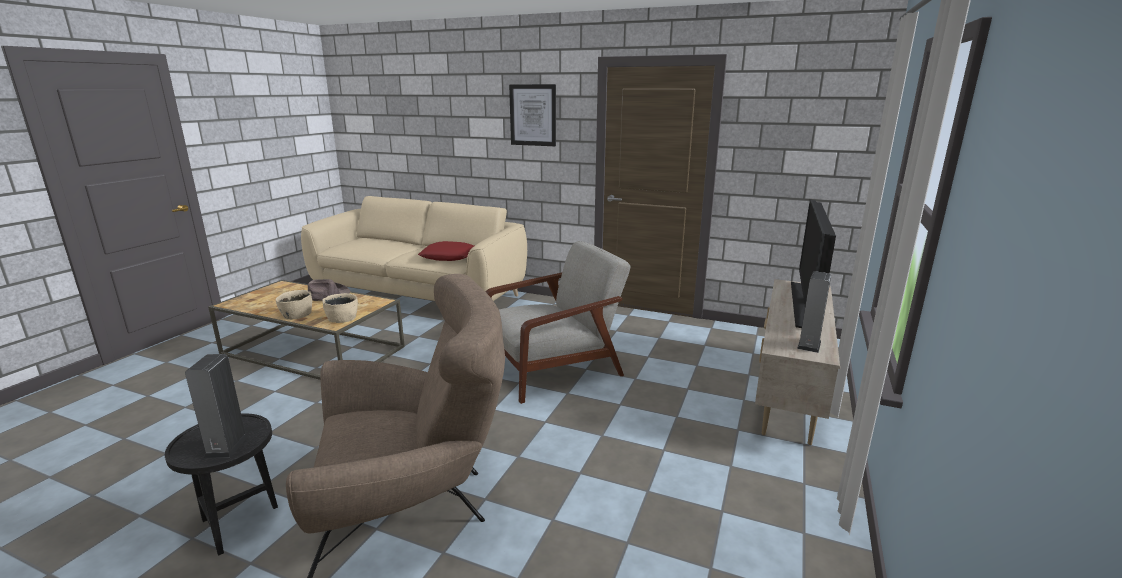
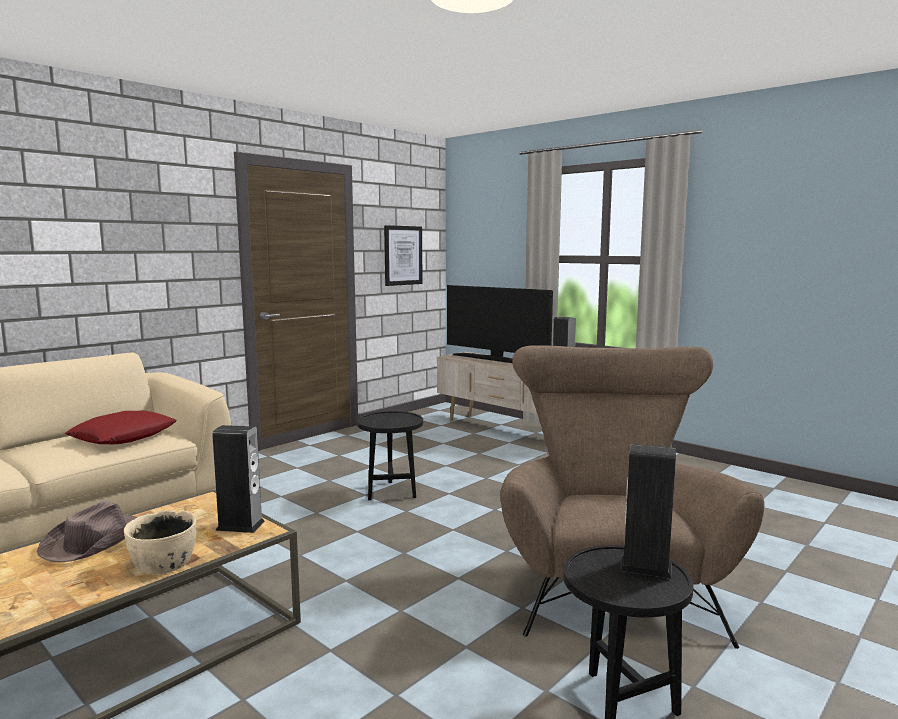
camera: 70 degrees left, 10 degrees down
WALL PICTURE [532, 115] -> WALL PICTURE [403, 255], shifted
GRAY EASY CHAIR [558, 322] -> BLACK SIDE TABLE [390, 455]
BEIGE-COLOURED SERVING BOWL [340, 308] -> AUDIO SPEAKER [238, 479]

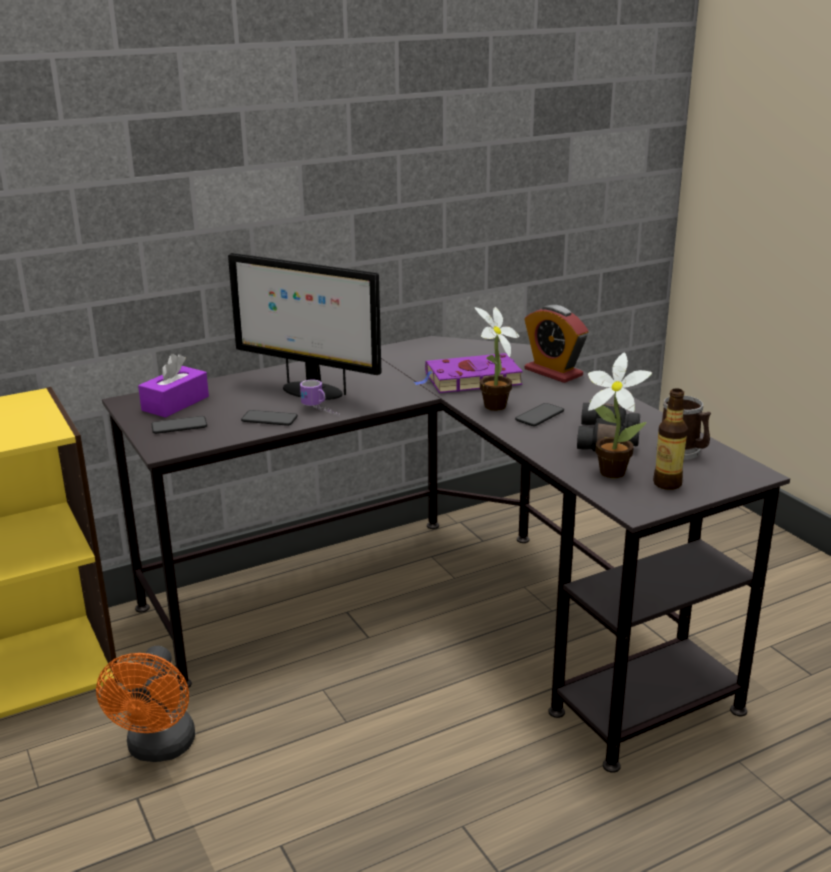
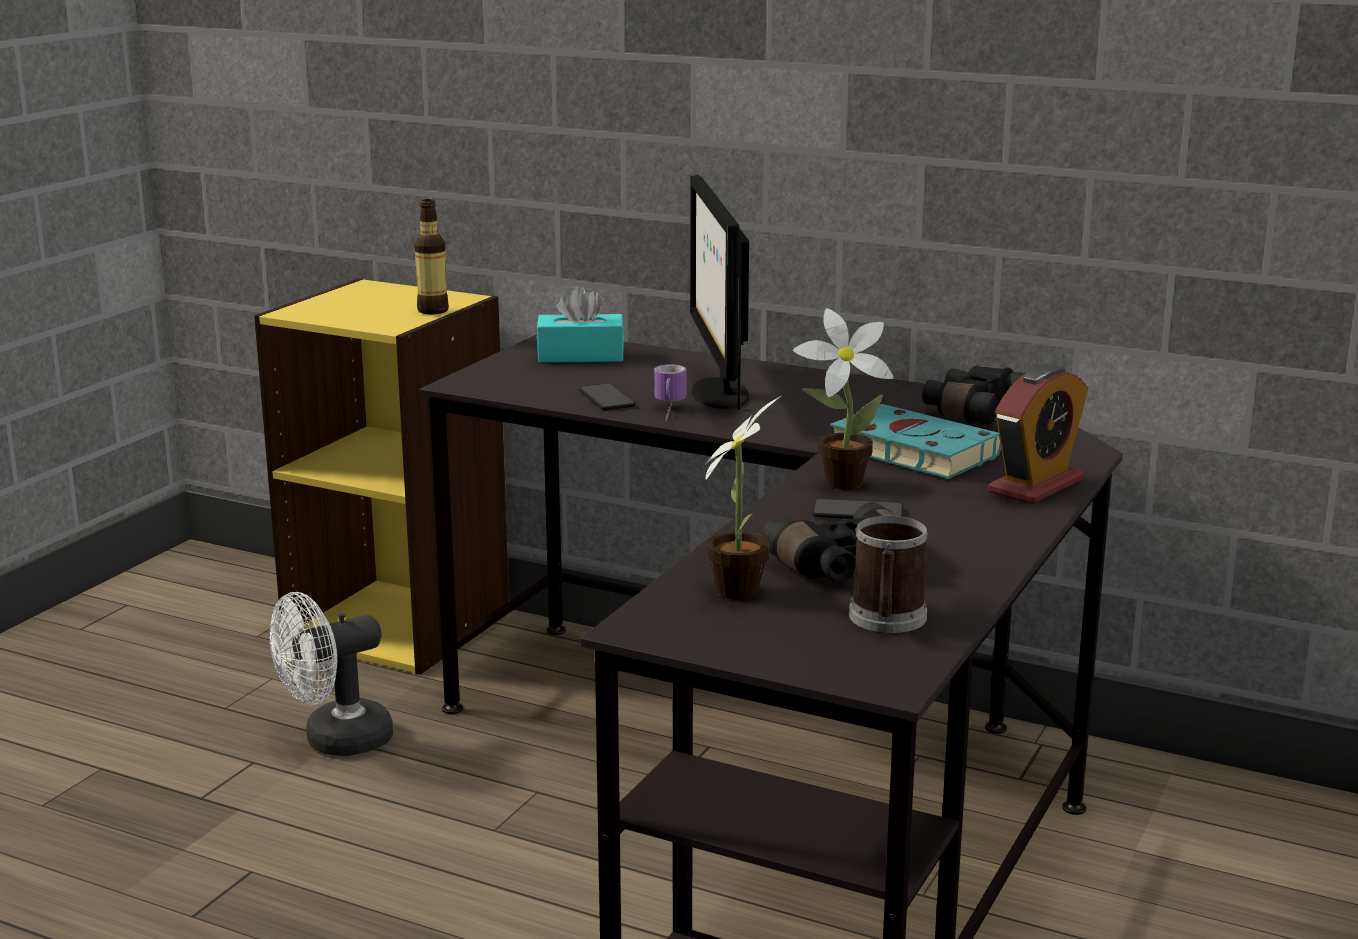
camera: 55 degrees right, 5 degrees down
BEDSIDE CLOCK [556, 344] -> BEDSIDE CLOCK [1038, 434], 150 degrees counterclockwise
PURPLE VOLUME [468, 373] -> BLUE-GREEN VOLUME [915, 441]
PURPLE BOX OF TISSUES [173, 386] -> BLUE-GREEN BOX OF TISSUES [580, 324]
BOTTLE [670, 439] -> BOTTLE [431, 256], shifted
TELEPHONE [179, 425] -> none
ORANGEY COOLING FAN [145, 704] -> WHITE-COLOURED COOLING FAN [331, 674]
none -> BLACK FIELD GLASSES [974, 395]

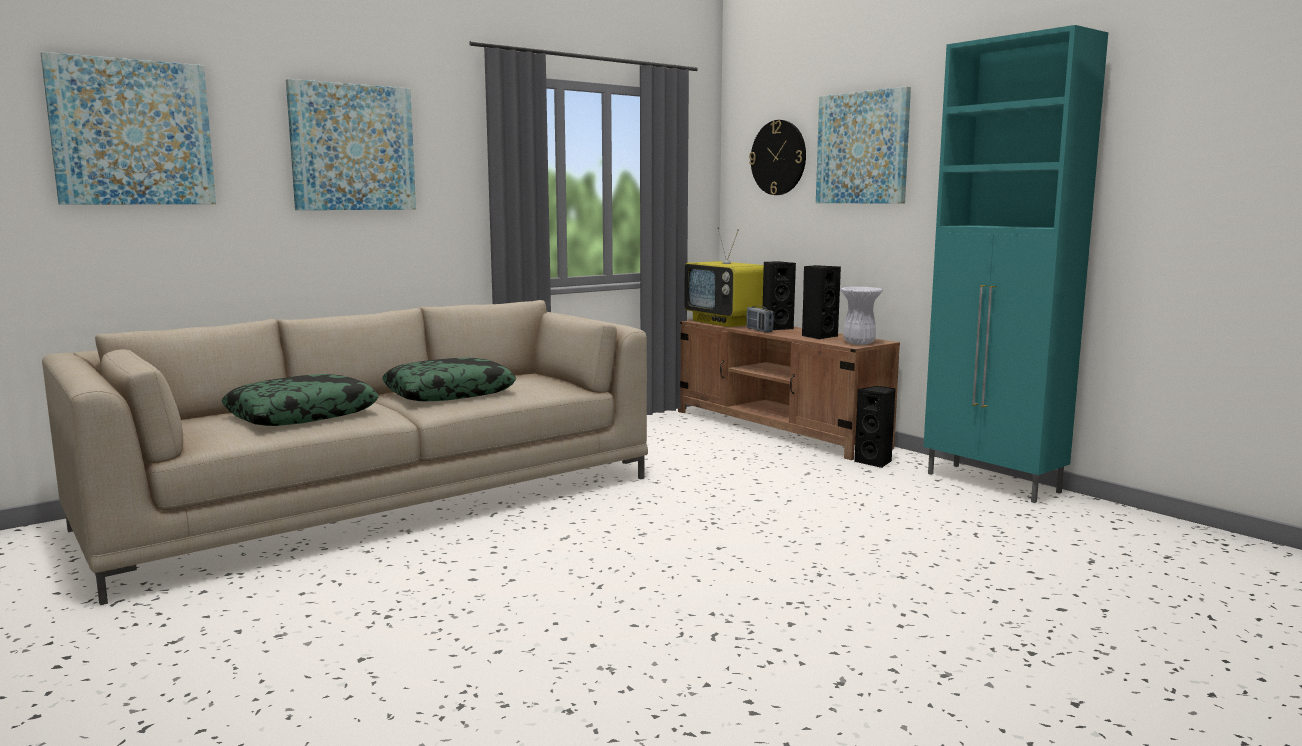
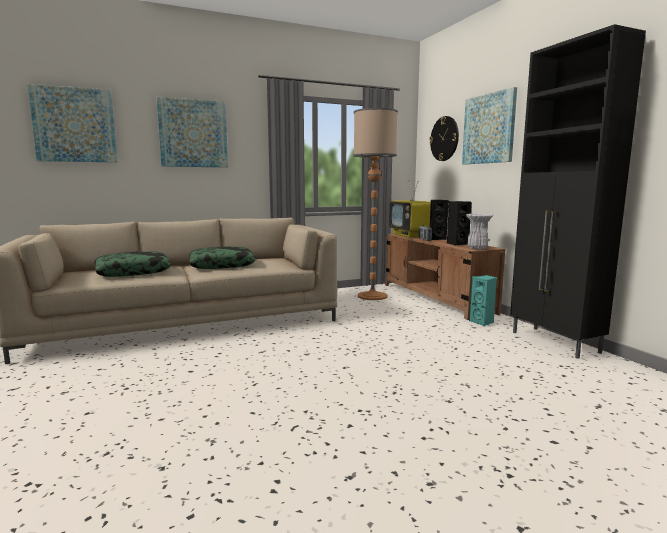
camera: 15 degrees right, 0 degrees up
BLUE-GREEN CABINET [1016, 264] -> BLACK CABINET [578, 191]
BLACK AUDIO SPEAKER [875, 427] -> BLUE-GREEN AUDIO SPEAKER [483, 300]
none -> STANDING LAMP [375, 204]

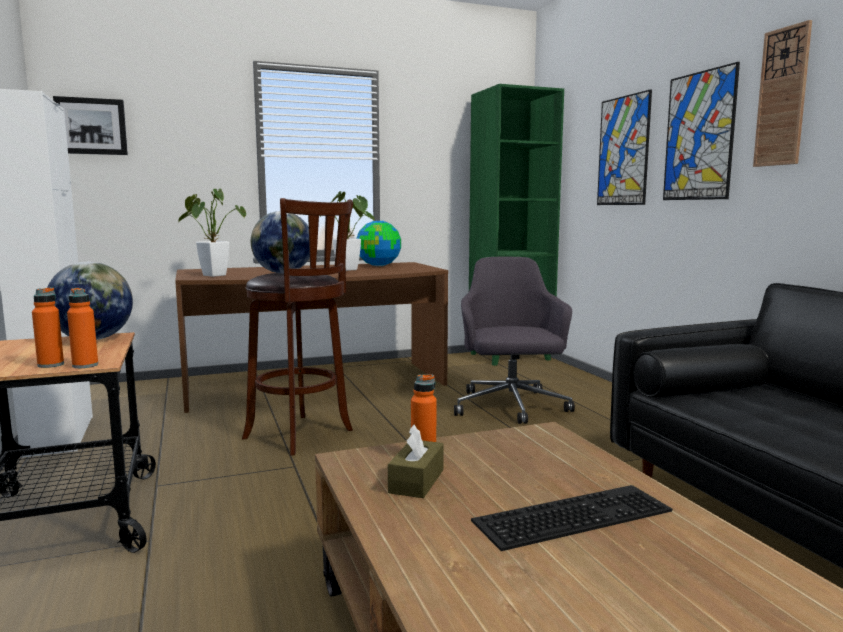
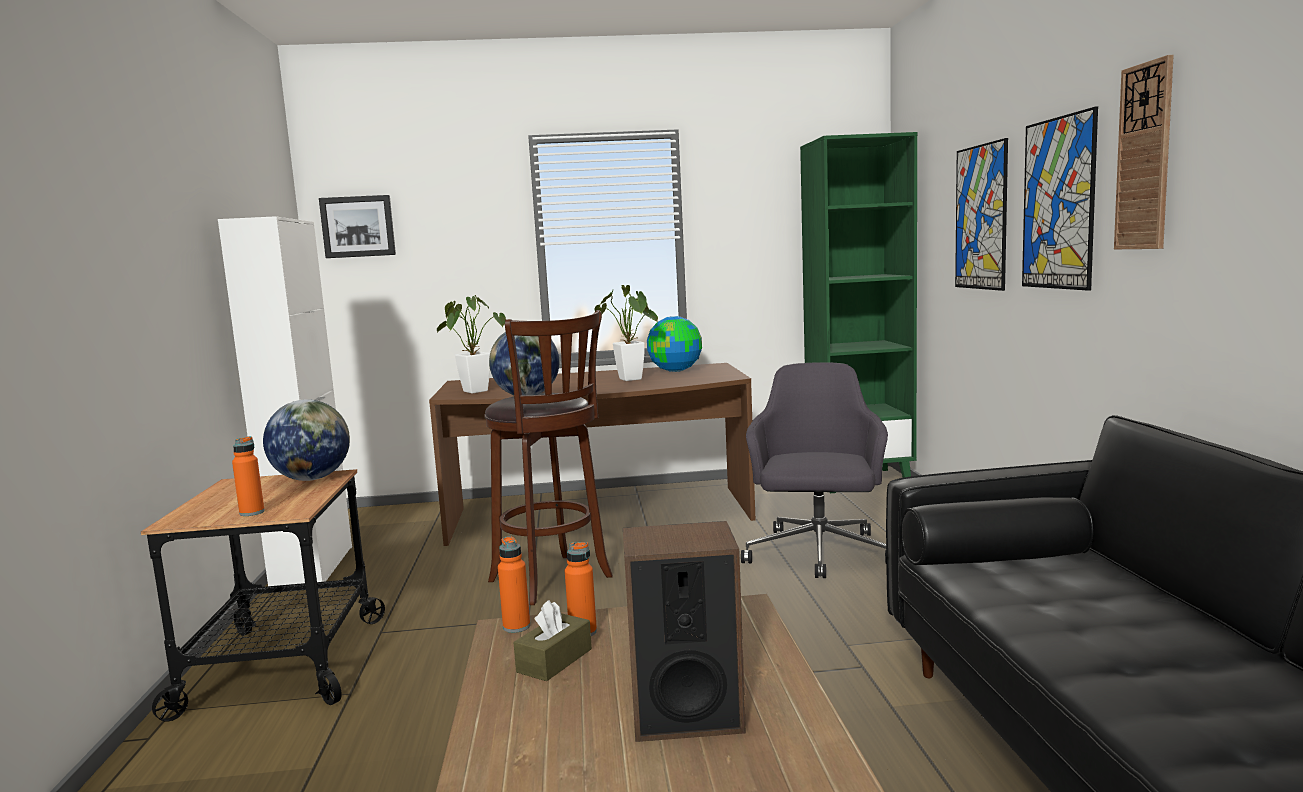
camera: 15 degrees right, 0 degrees up
ORANGEY BOTTLE [82, 328] -> ORANGEY BOTTLE [514, 584], shifted
COMPUTER KEYBOARD [571, 518] -> AUDIO SPEAKER [684, 631]

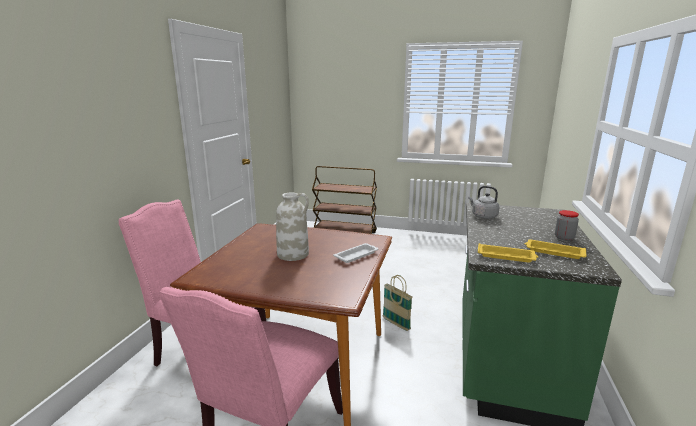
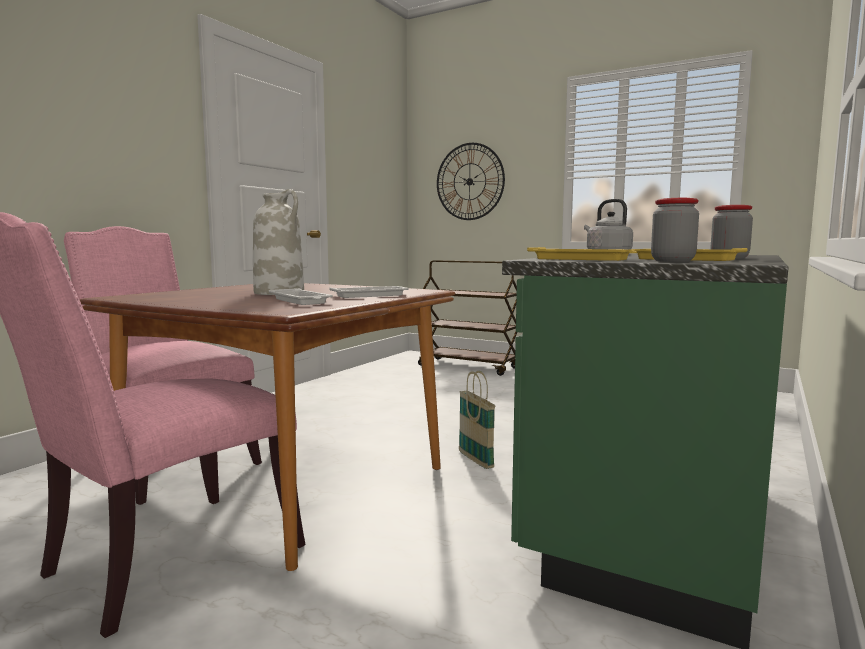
camera: 15 degrees right, 10 degrees down
none -> HANGING CLOCK [471, 181]
none -> STORAGE JAR [675, 230]
none -> WHITE-COLOURED CARRYING TRAY [301, 296]

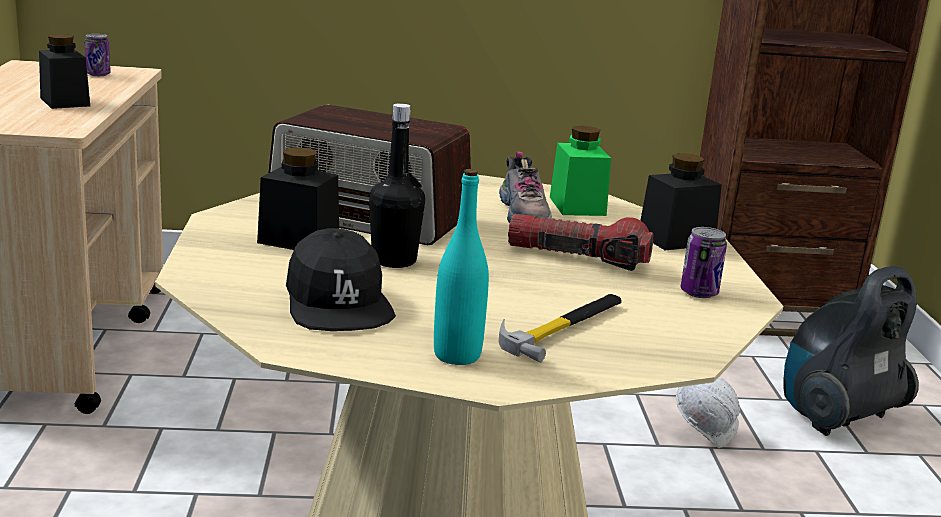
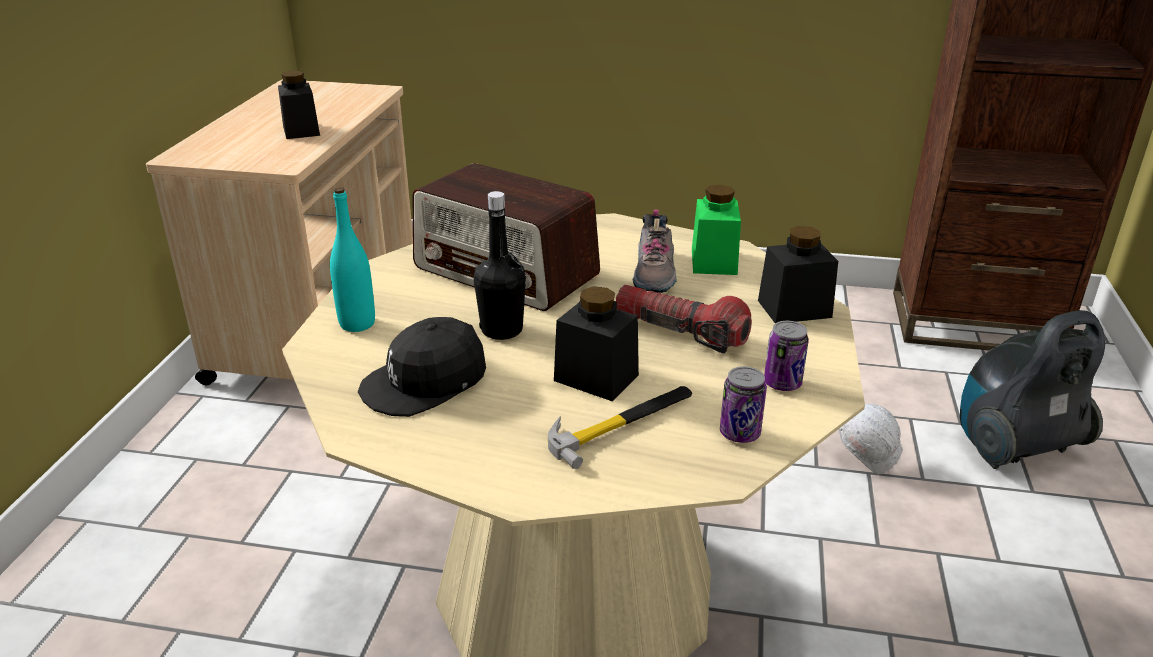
camera: 15 degrees right, 10 degrees up
SEALED CAN [97, 55] -> SEALED CAN [743, 404], shifted
BLACK STORAGE JAR [298, 198] -> BLACK STORAGE JAR [596, 343], shifted
BLUE-GREEN BOTTLE [461, 267] -> BLUE-GREEN BOTTLE [352, 259], shifted
BLACK BASEBALL CAP [341, 279] -> BLACK BASEBALL CAP [422, 367], 60 degrees clockwise

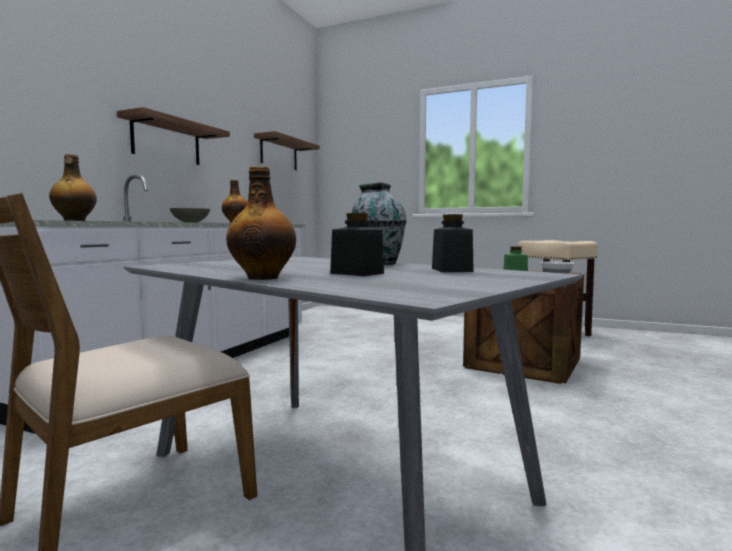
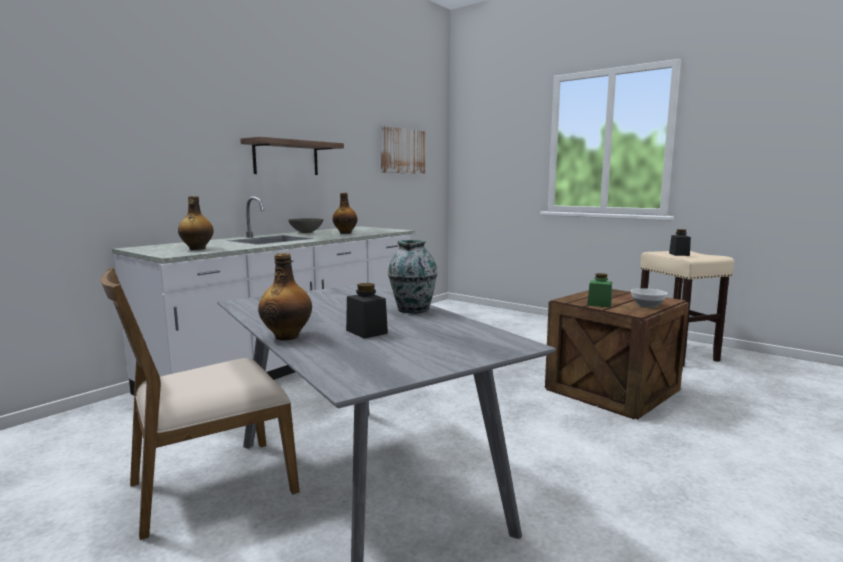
camera: 15 degrees right, 5 degrees up
BRACKET SHELF [287, 150] -> WALL PICTURE [403, 150]
BLACK STORAGE JAR [453, 243] -> BLACK STORAGE JAR [680, 242], shifted

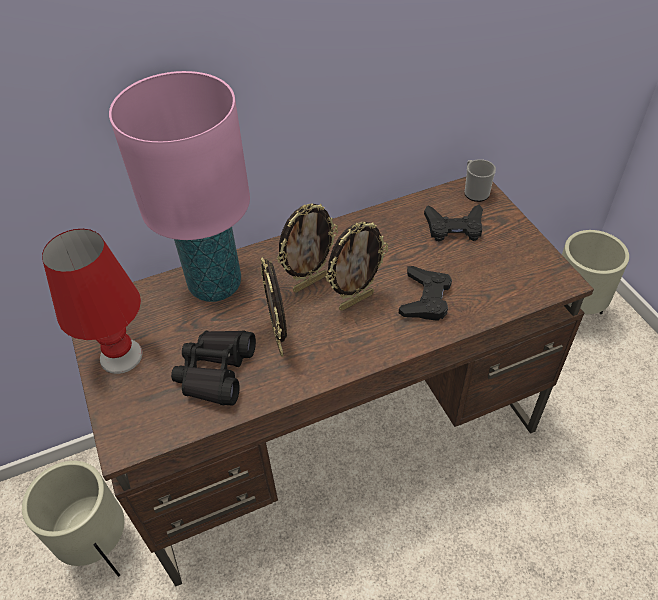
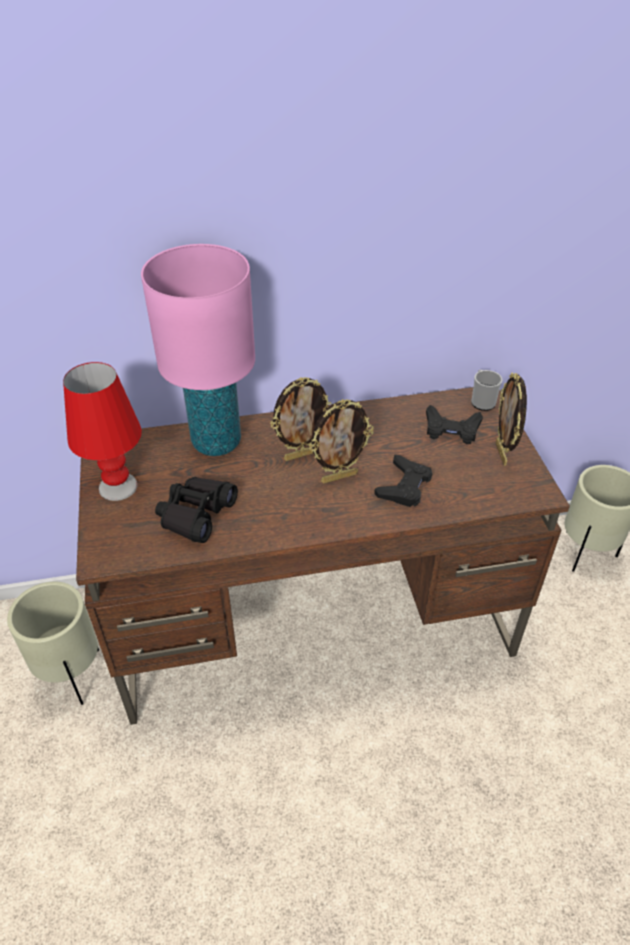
camera: 10 degrees right, 5 degrees down
PHOTO FRAME [274, 307] -> PHOTO FRAME [511, 419], shifted

